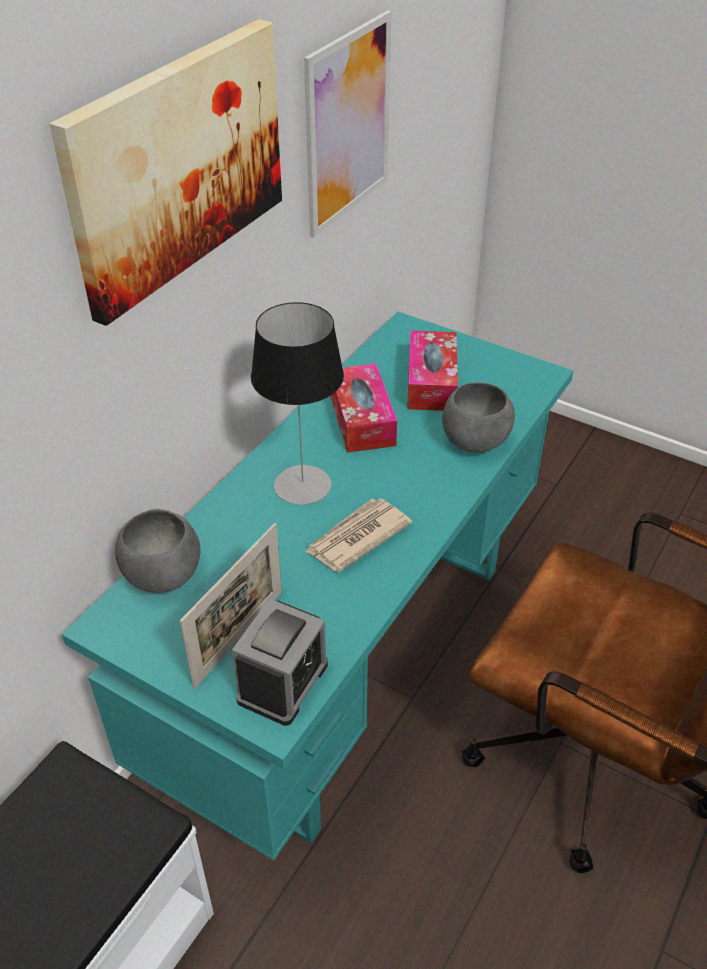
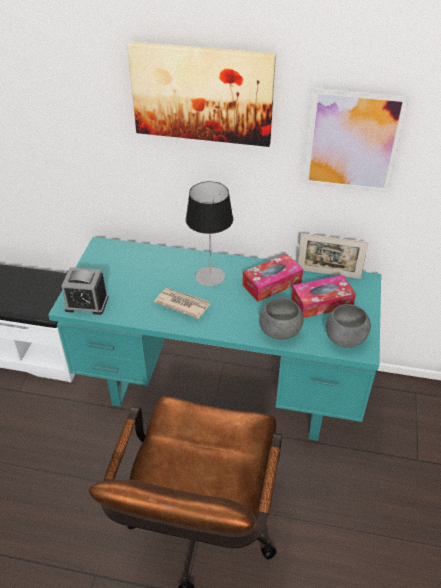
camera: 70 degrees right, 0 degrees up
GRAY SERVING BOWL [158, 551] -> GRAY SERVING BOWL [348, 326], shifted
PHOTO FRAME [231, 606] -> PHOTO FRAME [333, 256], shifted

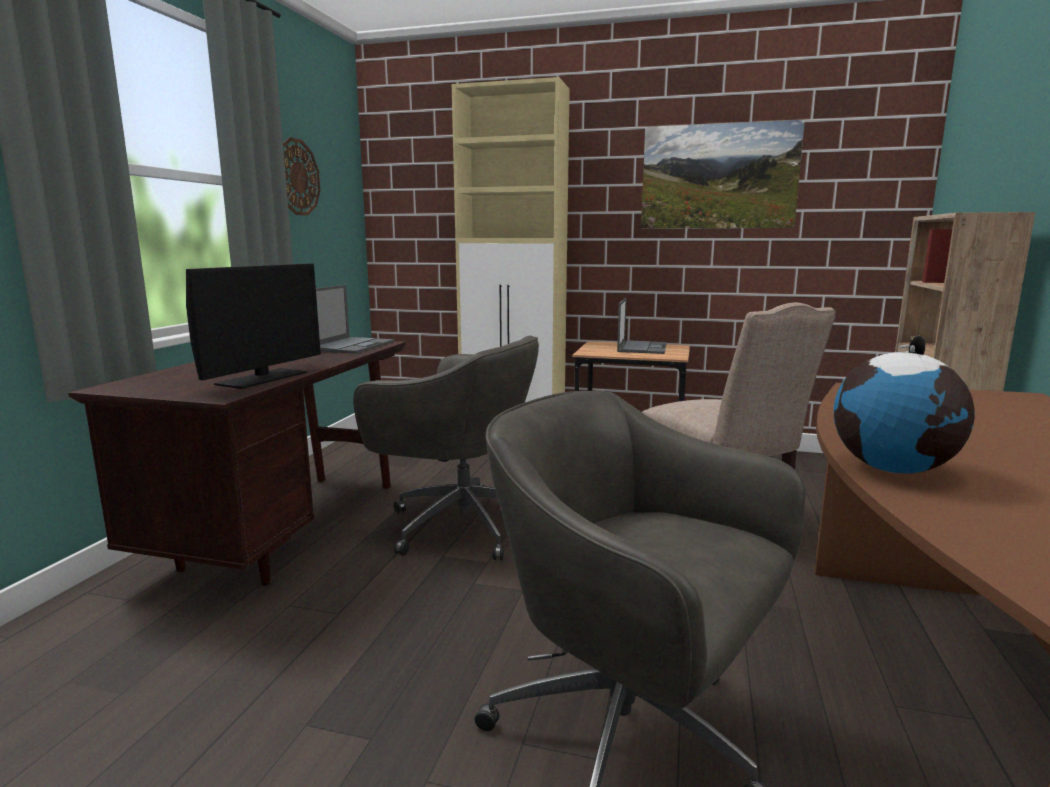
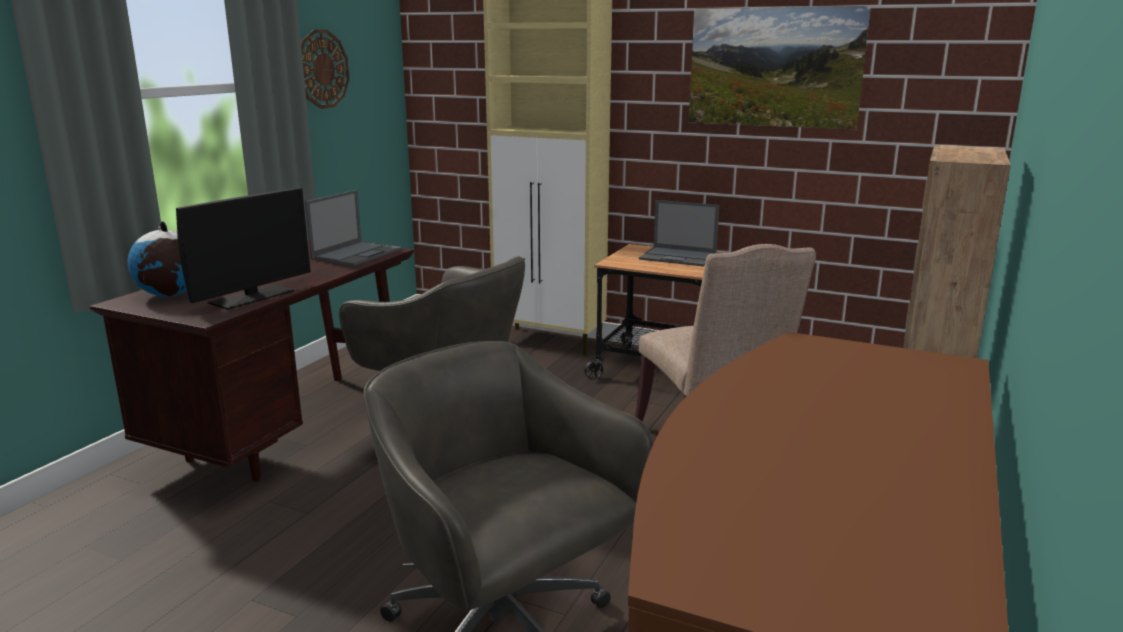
camera: 10 degrees right, 5 degrees up
LAPTOP [642, 326] -> LAPTOP [679, 233], 90 degrees clockwise
DESK GLOBE [904, 404] -> DESK GLOBE [157, 258], shifted

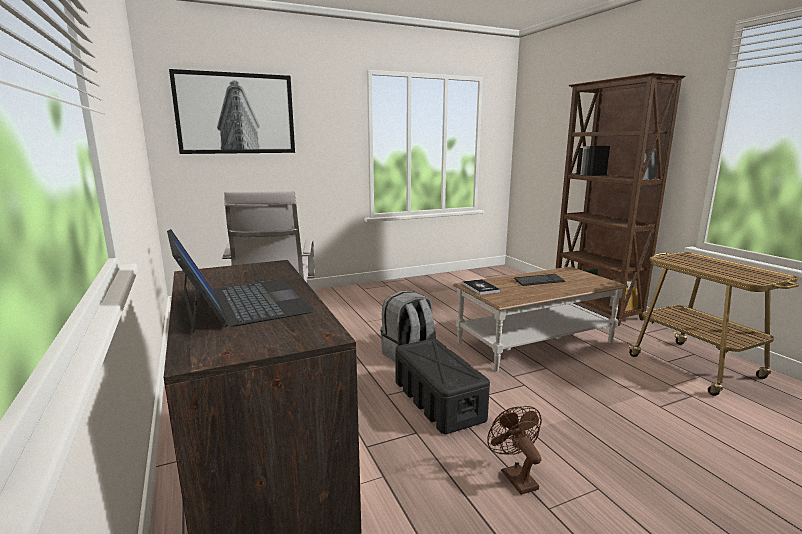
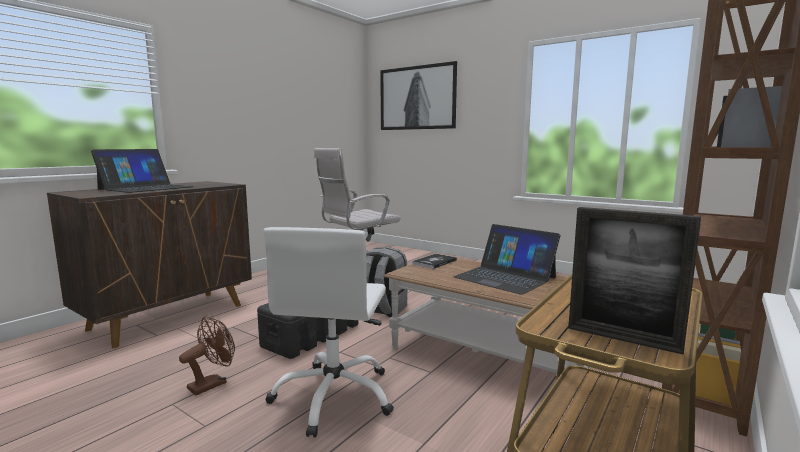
camera: 60 degrees right, 5 degrees down
COMPUTER KEYBOARD [539, 280] -> LAPTOP [506, 259]
none -> PHOTO FRAME [634, 281]
none -> WHITE-COLOURED DESK CHAIR [329, 332]

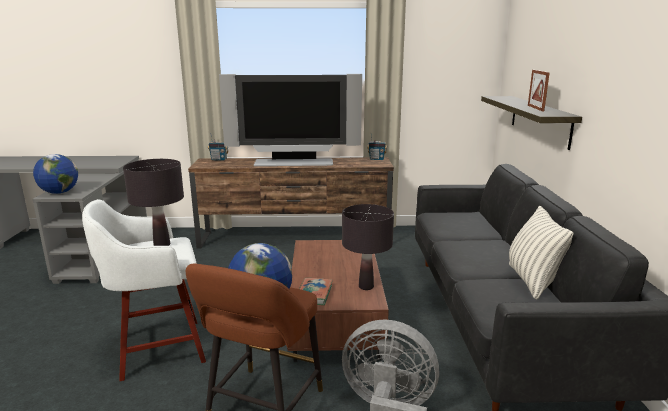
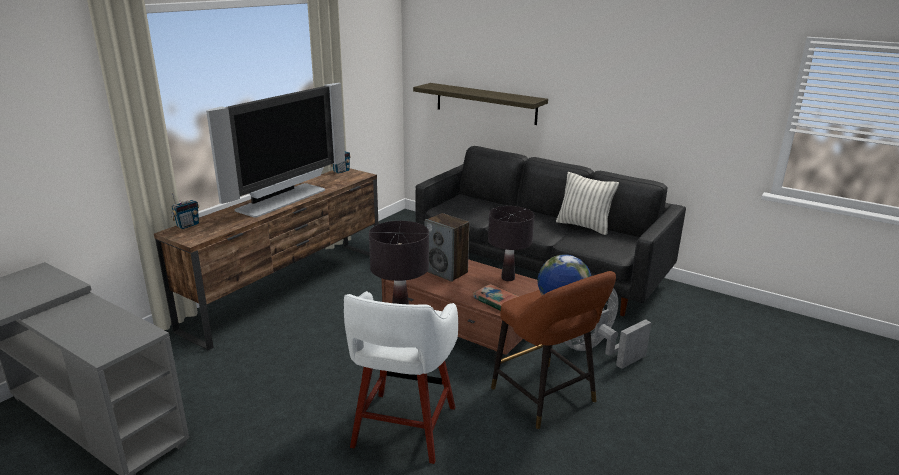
camera: 55 degrees left, 5 degrees up
PHOTO FRAME [539, 90] -> none
DESK GLOBE [55, 174] -> none
none -> AUDIO SPEAKER [447, 247]

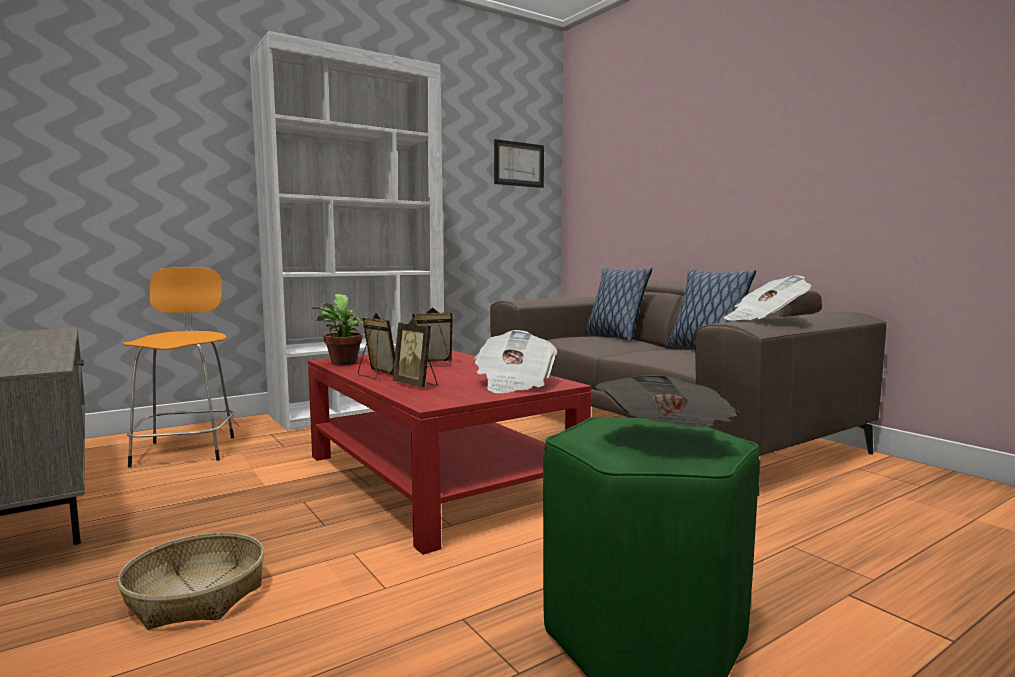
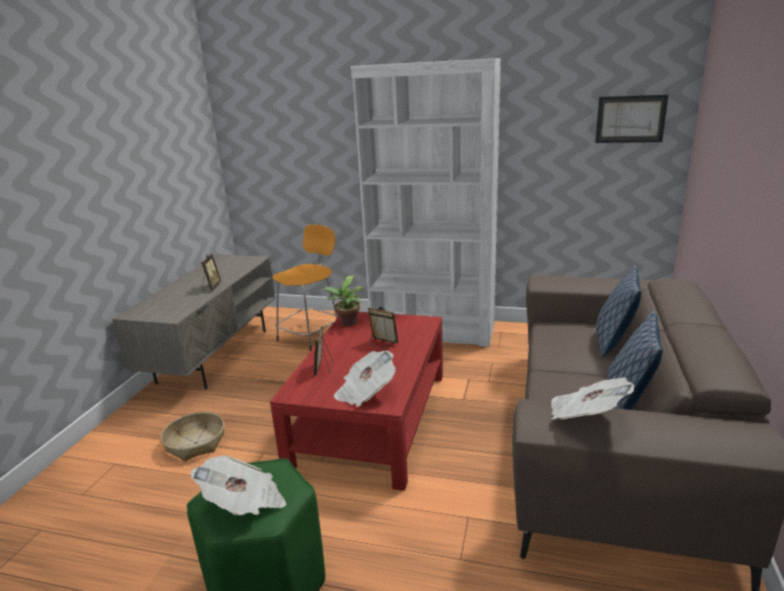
camera: 50 degrees right, 15 degrees up
PHOTO FRAME [376, 346] -> PHOTO FRAME [211, 272], shifted

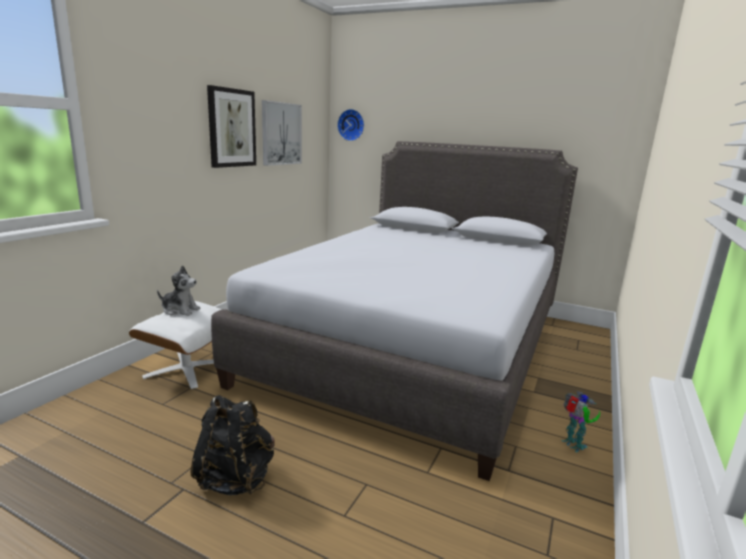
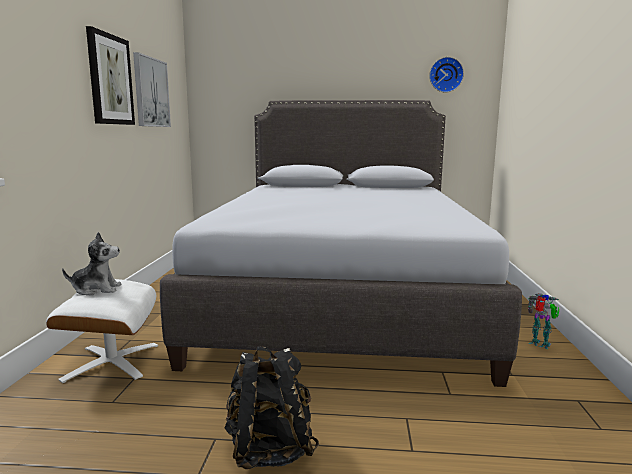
camera: 20 degrees left, 5 degrees down
HANGING CLOCK [350, 125] -> HANGING CLOCK [446, 74], shifted

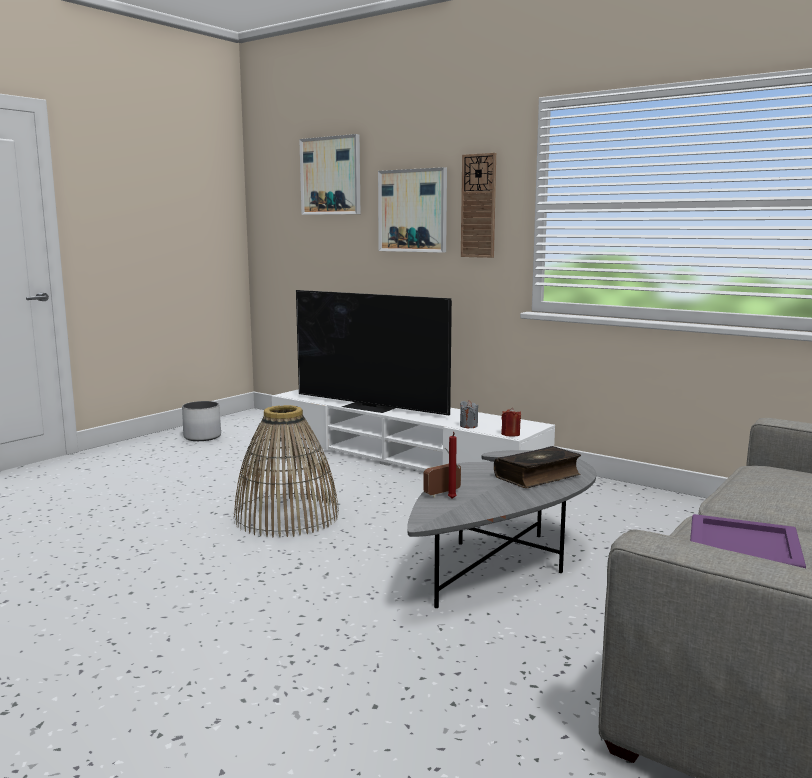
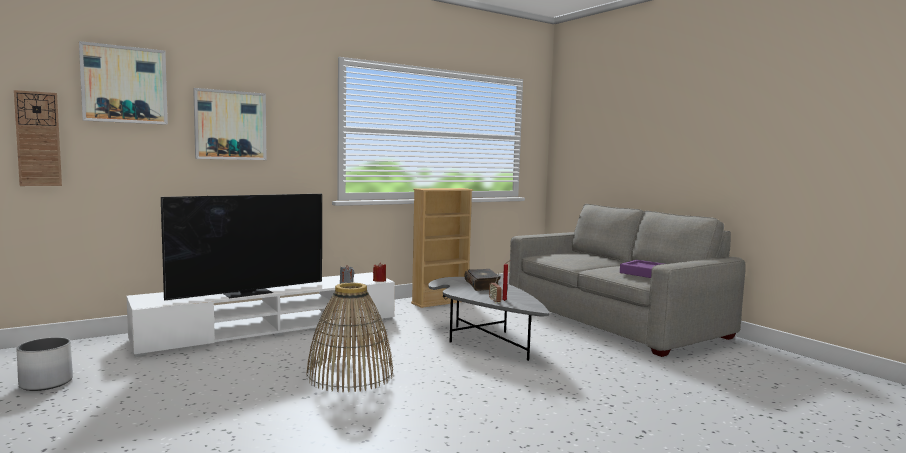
camera: 70 degrees left, 5 degrees down
HANGING CLOCK [478, 205] -> HANGING CLOCK [38, 138], shifted
none -> BEIGE-COLOURED SHELVING UNIT [442, 248]

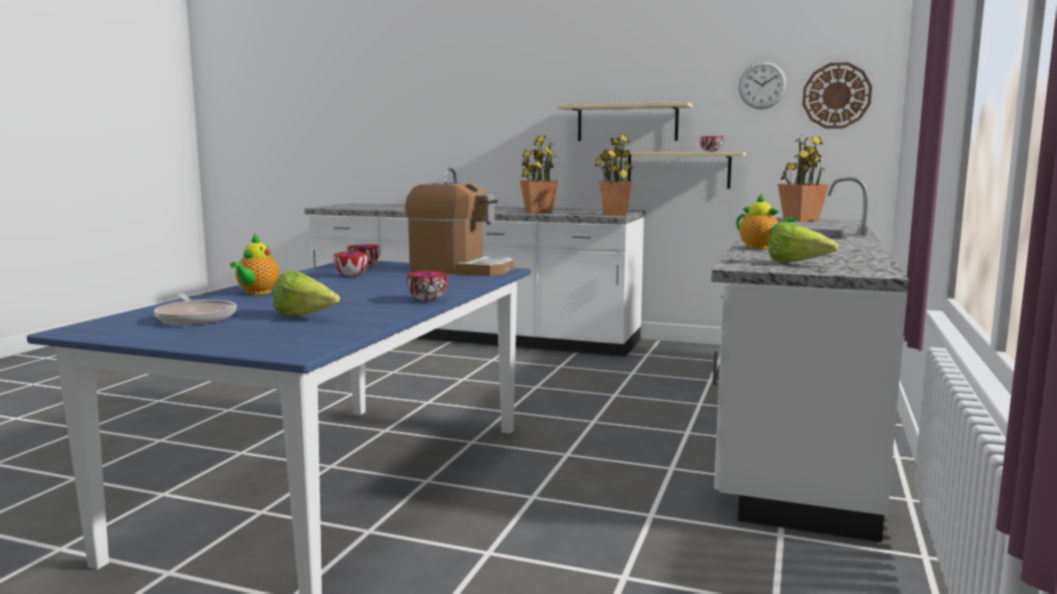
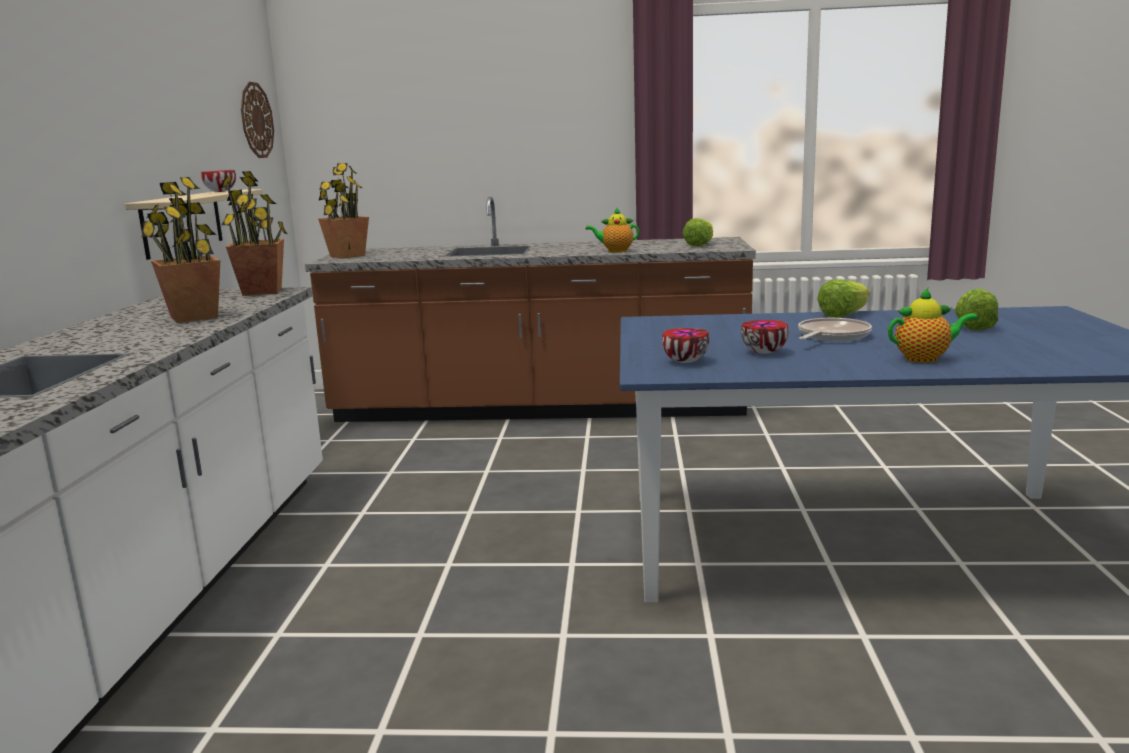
camera: 105 degrees left, 5 degrees up
HANGING CLOCK [762, 85] -> none
BEIGE-COLOURED BRACKET SHELF [625, 121] -> none
WHITE-COLOURED KITCHEN BASE UNIT [810, 359] -> BROWN-COLOURED KITCHEN BASE UNIT [530, 309]
COFFEE MAKER [459, 228] -> none
TEAPOT [766, 221] -> TEAPOT [612, 230], 120 degrees counterclockwise
SERVING BOWL [427, 286] -> LETTUCE HEAD [843, 298]
FRYING PAN [195, 309] -> FRYING PAN [835, 329], shifted

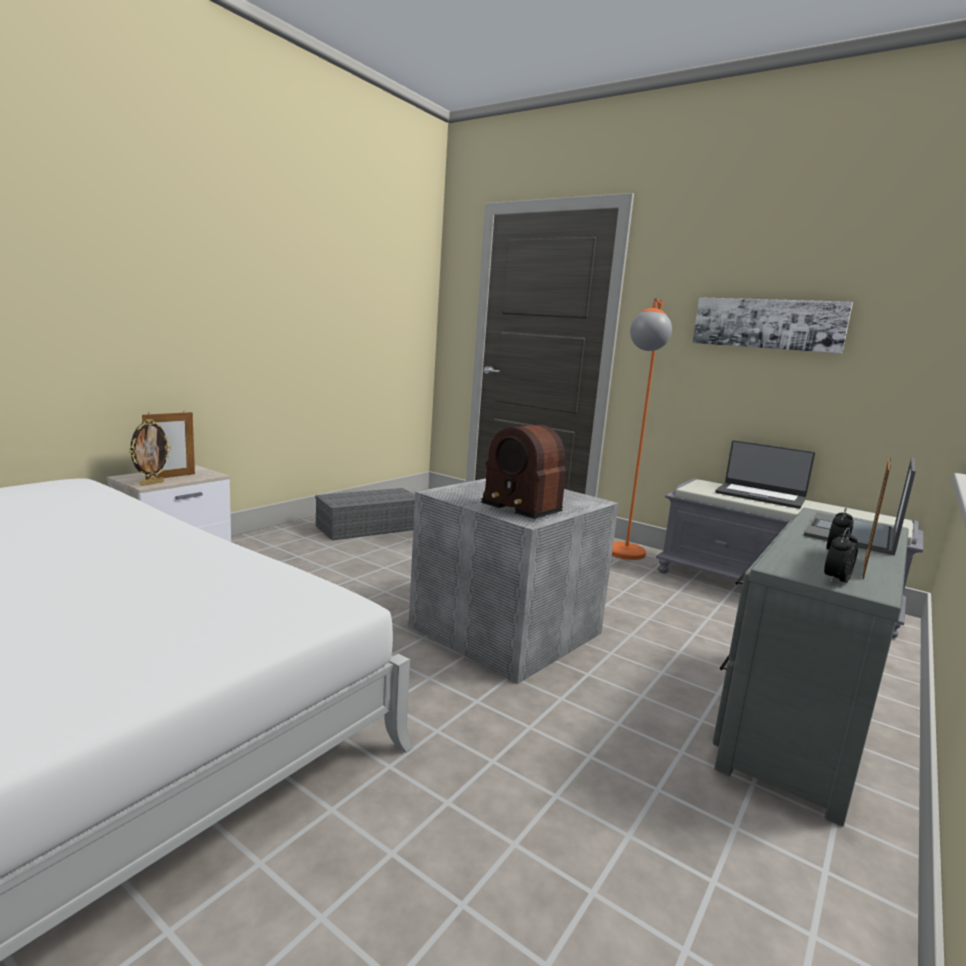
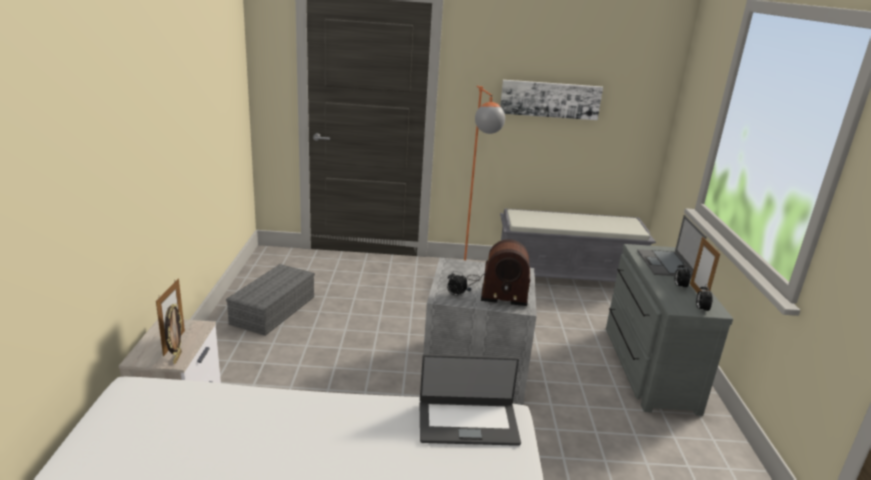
camera: 35 degrees left, 10 degrees up
LAPTOP [765, 474] -> LAPTOP [470, 400], shifted
none -> BEDSIDE CLOCK [457, 283]

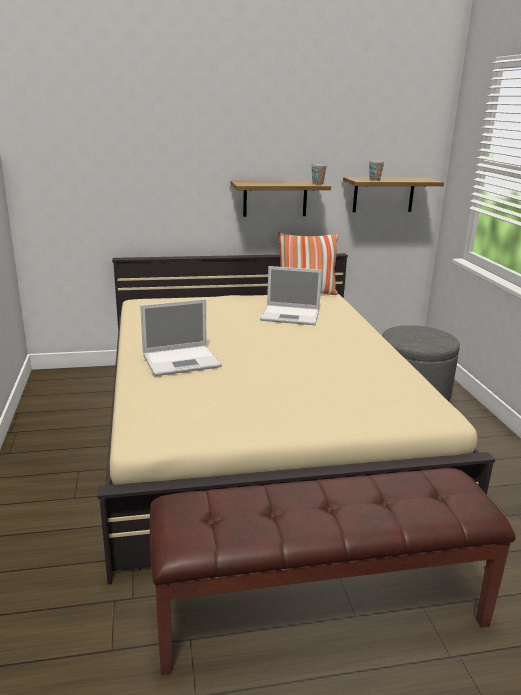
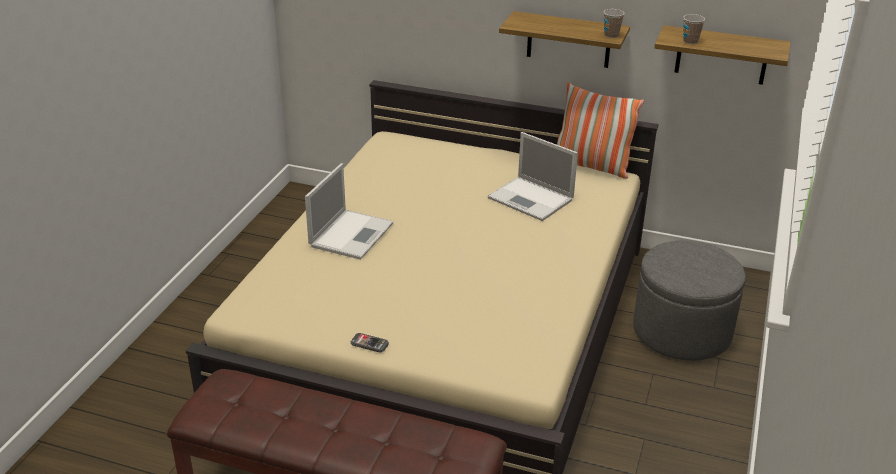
camera: 30 degrees right, 10 degrees up
LAPTOP [181, 337] -> LAPTOP [349, 211], 75 degrees counterclockwise
none -> TELEPHONE [370, 343]

